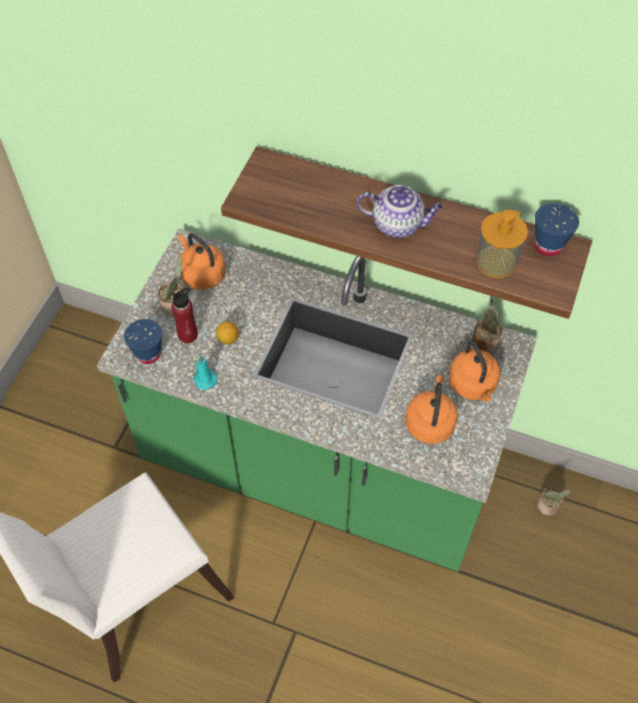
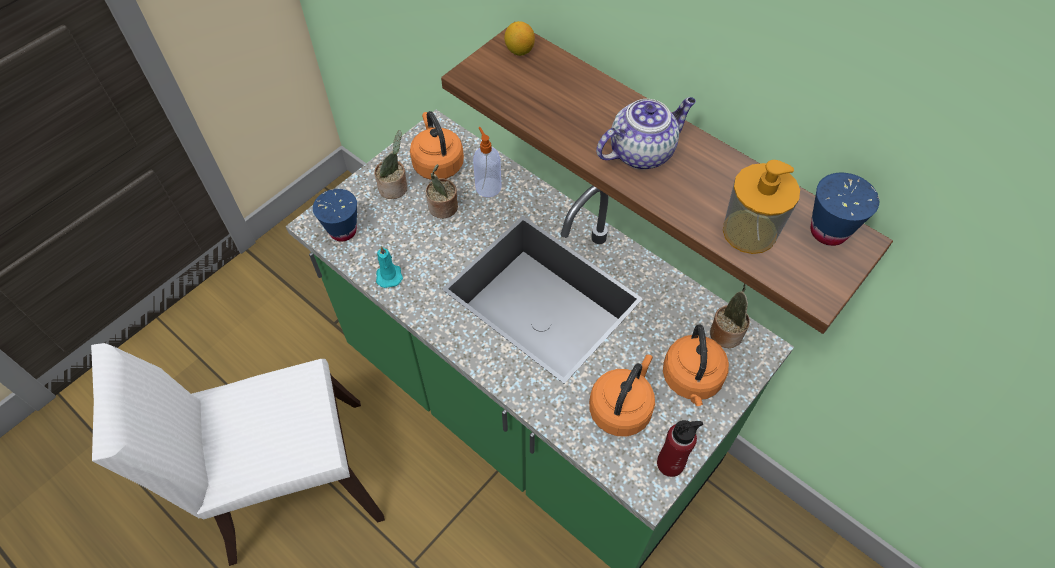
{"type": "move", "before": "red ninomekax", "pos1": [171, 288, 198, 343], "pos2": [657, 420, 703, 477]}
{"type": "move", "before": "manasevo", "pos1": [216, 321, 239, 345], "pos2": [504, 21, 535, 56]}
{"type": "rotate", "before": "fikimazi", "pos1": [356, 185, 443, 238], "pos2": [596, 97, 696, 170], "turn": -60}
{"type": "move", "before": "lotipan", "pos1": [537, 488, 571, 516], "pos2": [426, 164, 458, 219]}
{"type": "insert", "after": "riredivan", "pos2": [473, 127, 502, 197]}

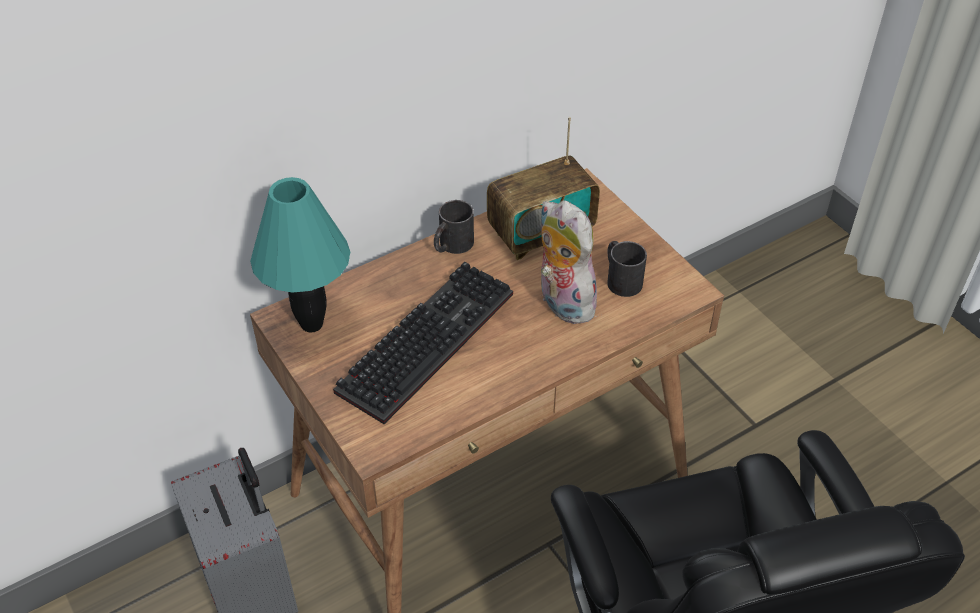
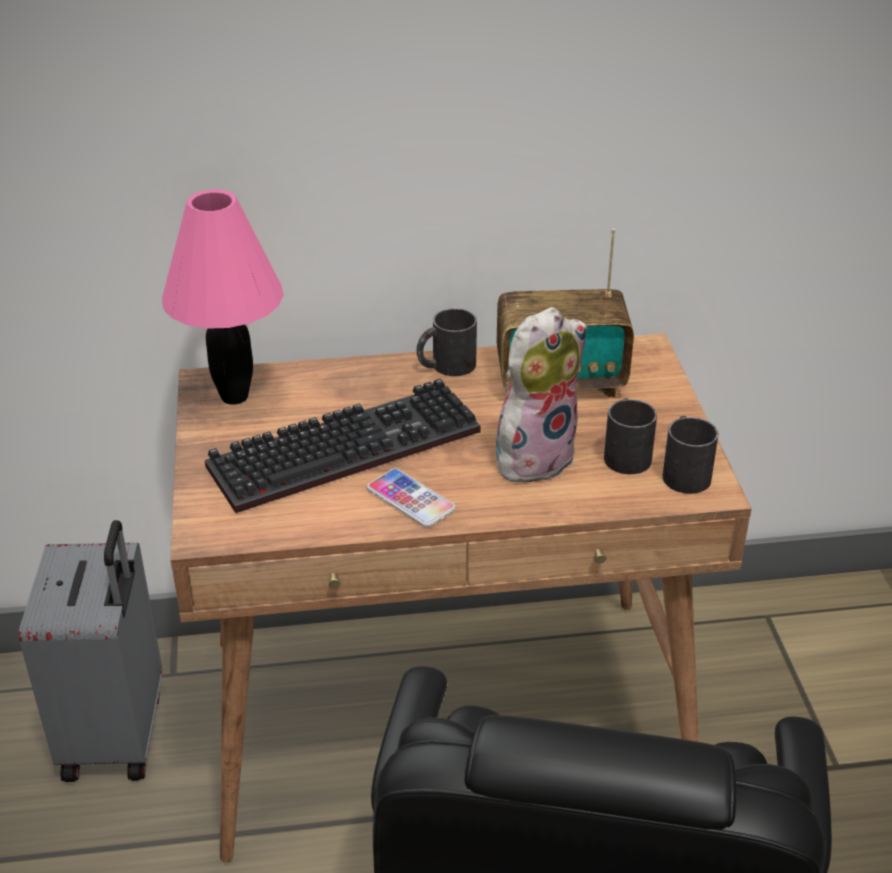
{"type": "recolor", "before": "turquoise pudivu", "after": "pink pudivu", "pos1": [250, 177, 350, 333], "pos2": [162, 189, 284, 405]}
{"type": "rotate", "before": "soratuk", "pos1": [541, 200, 602, 324], "pos2": [496, 307, 587, 486], "turn": 60}
{"type": "insert", "after": "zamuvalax", "pos2": [367, 469, 456, 527]}
{"type": "insert", "after": "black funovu", "pos2": [662, 416, 718, 494]}

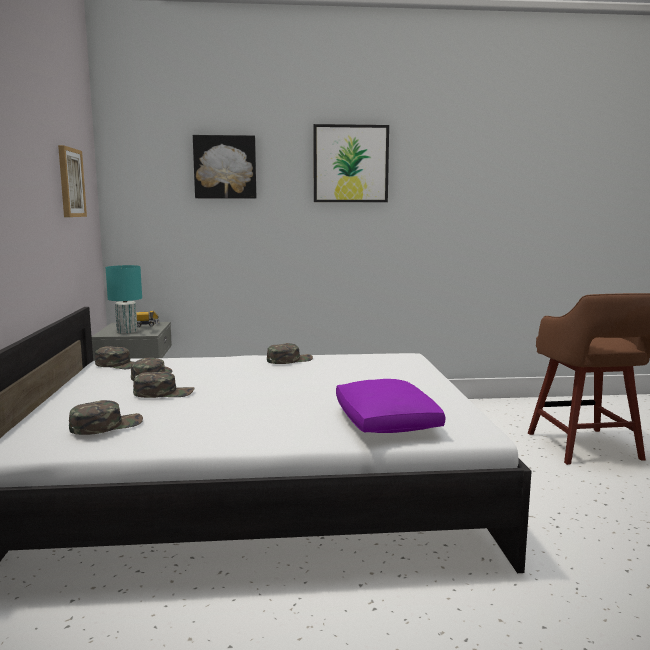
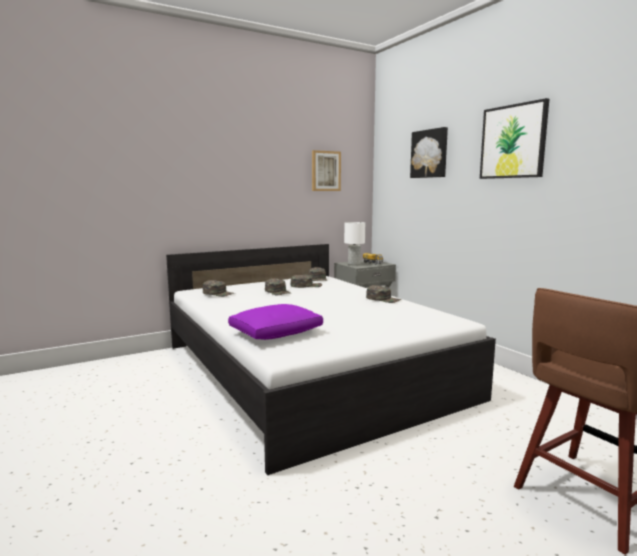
{"type": "recolor", "before": "turquoise pudivu", "after": "white pudivu", "pos1": [106, 265, 142, 334], "pos2": [344, 222, 365, 265]}

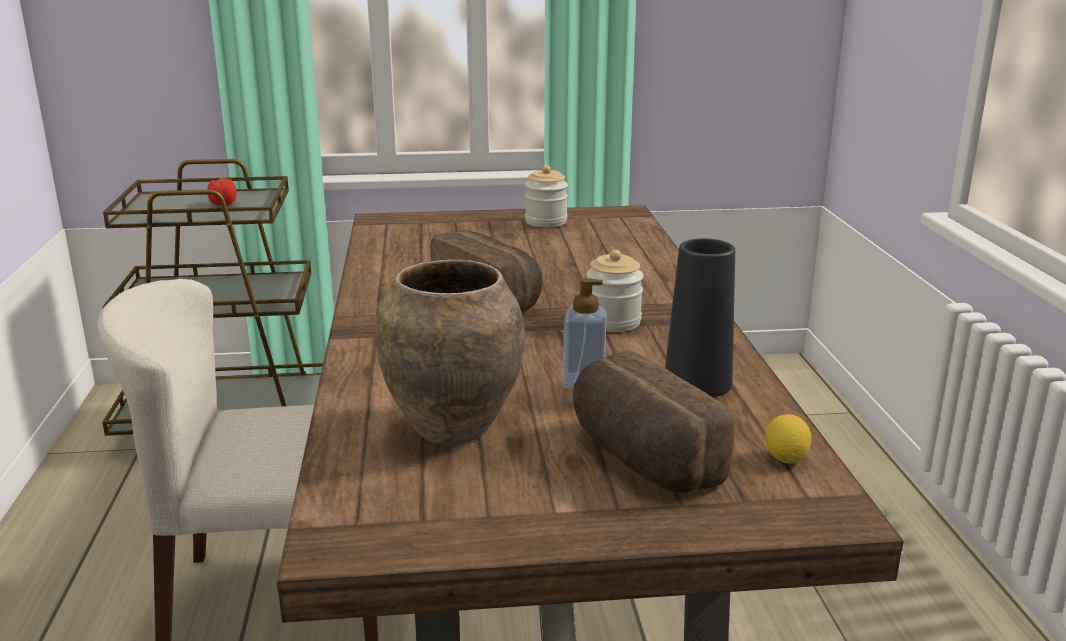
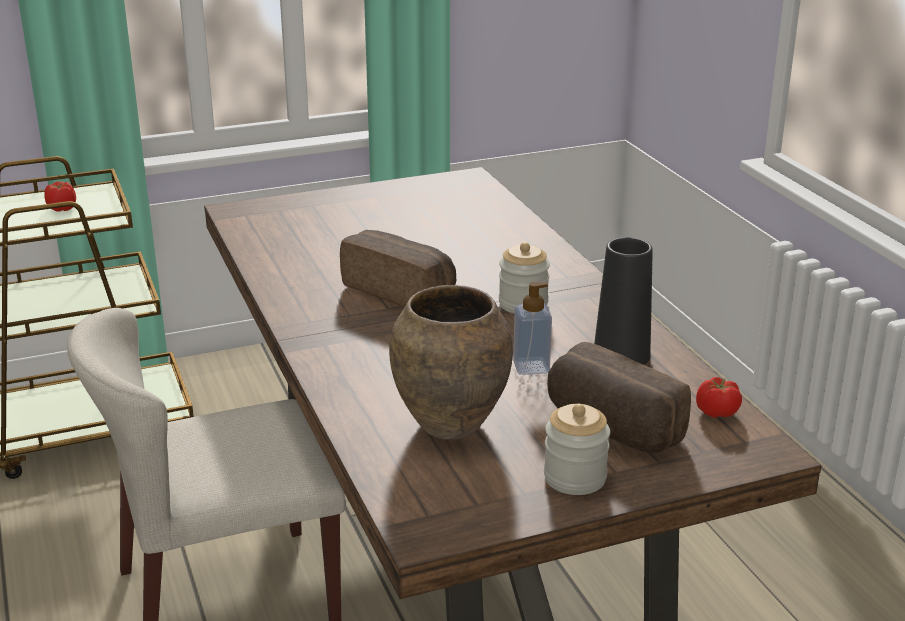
{"type": "move", "before": "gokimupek", "pos1": [525, 165, 568, 227], "pos2": [544, 404, 610, 495]}
{"type": "replace", "before": "manasevo", "after": "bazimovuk", "pos1": [765, 414, 811, 464], "pos2": [696, 377, 742, 418]}

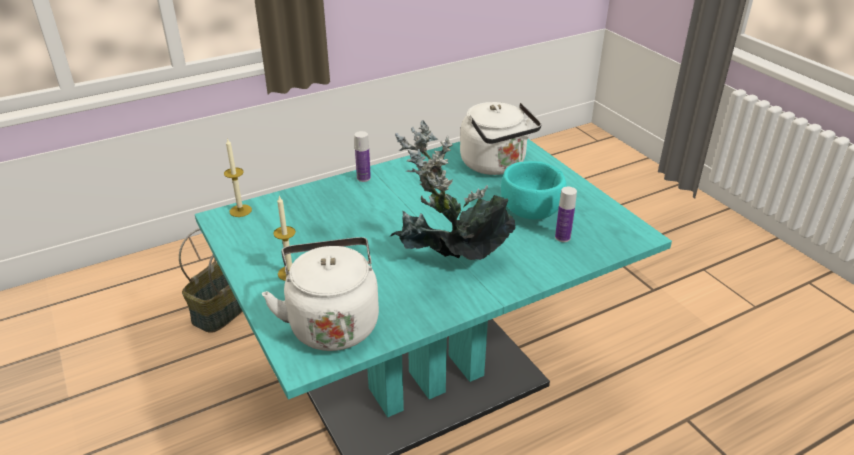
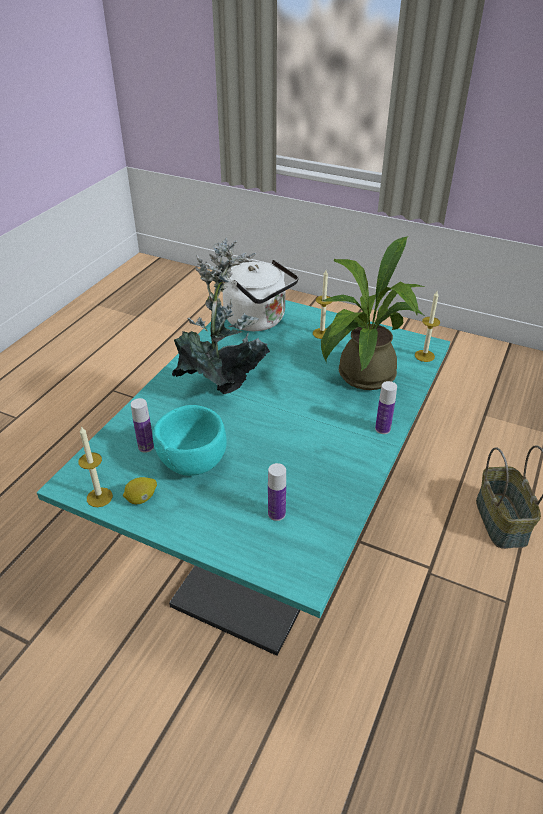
{"type": "replace", "before": "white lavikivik", "after": "ninomekax", "pos1": [460, 102, 542, 175], "pos2": [268, 463, 286, 521]}
{"type": "insert", "after": "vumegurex", "pos2": [79, 426, 113, 507]}
{"type": "insert", "after": "manasevo", "pos2": [123, 477, 157, 504]}
{"type": "insert", "after": "lotipan", "pos2": [321, 236, 424, 390]}

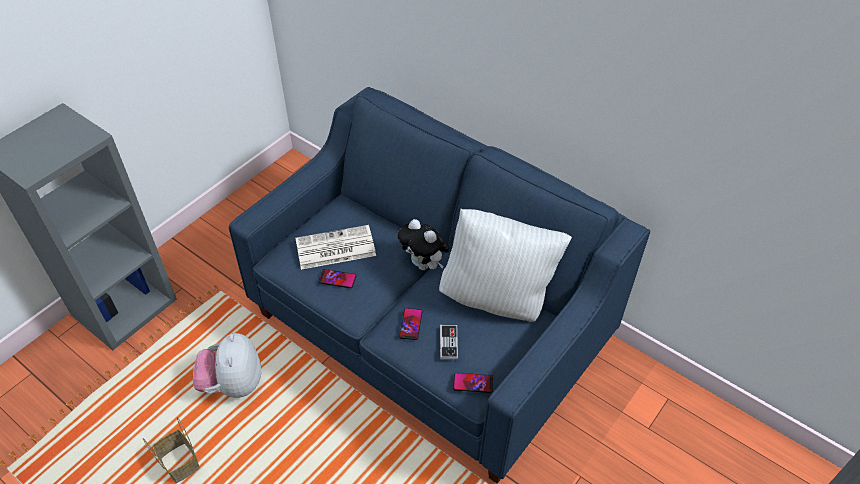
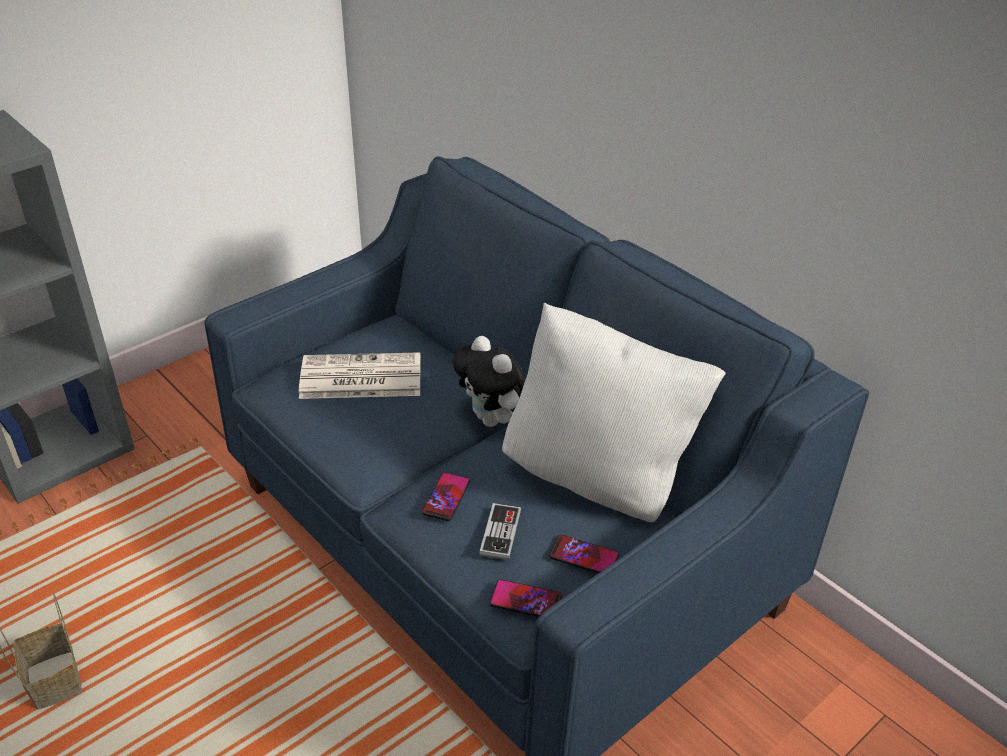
{"type": "delete", "before": "soratuk", "pos1": [193, 333, 261, 398]}
{"type": "move", "before": "zamuvalax", "pos1": [319, 269, 356, 288], "pos2": [549, 535, 619, 573]}

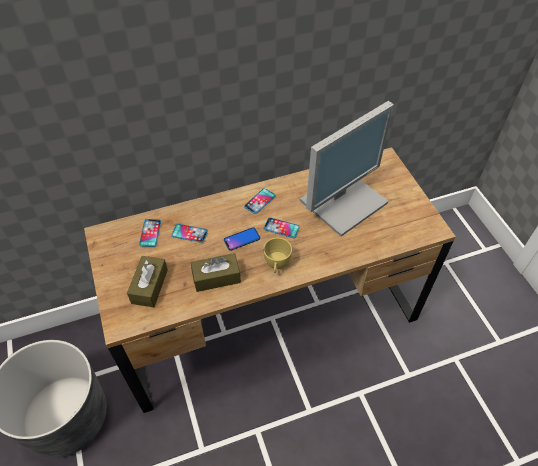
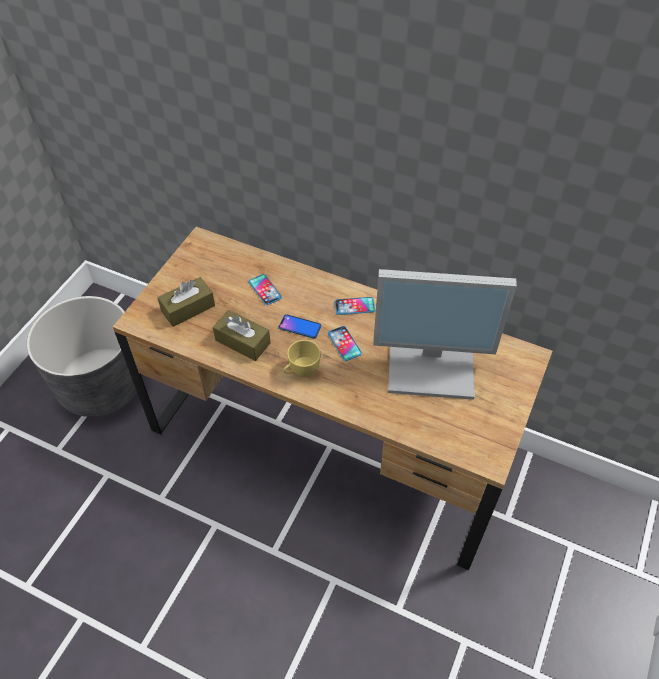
{"type": "delete", "before": "zamuvalax", "pos1": [139, 219, 161, 247]}

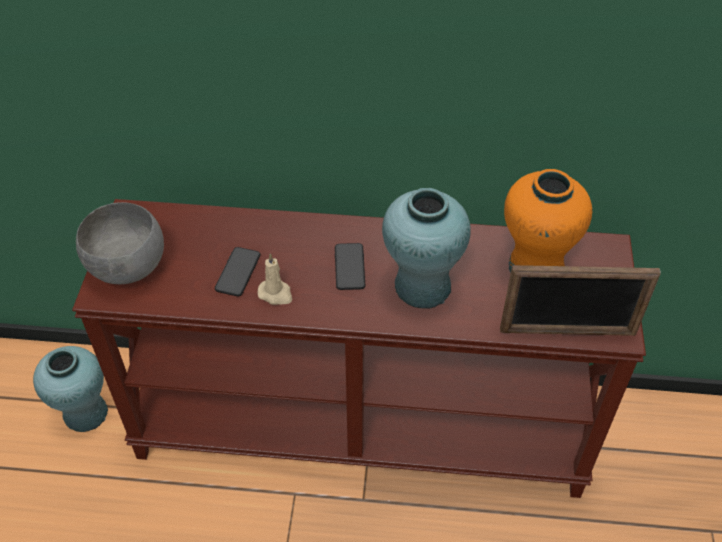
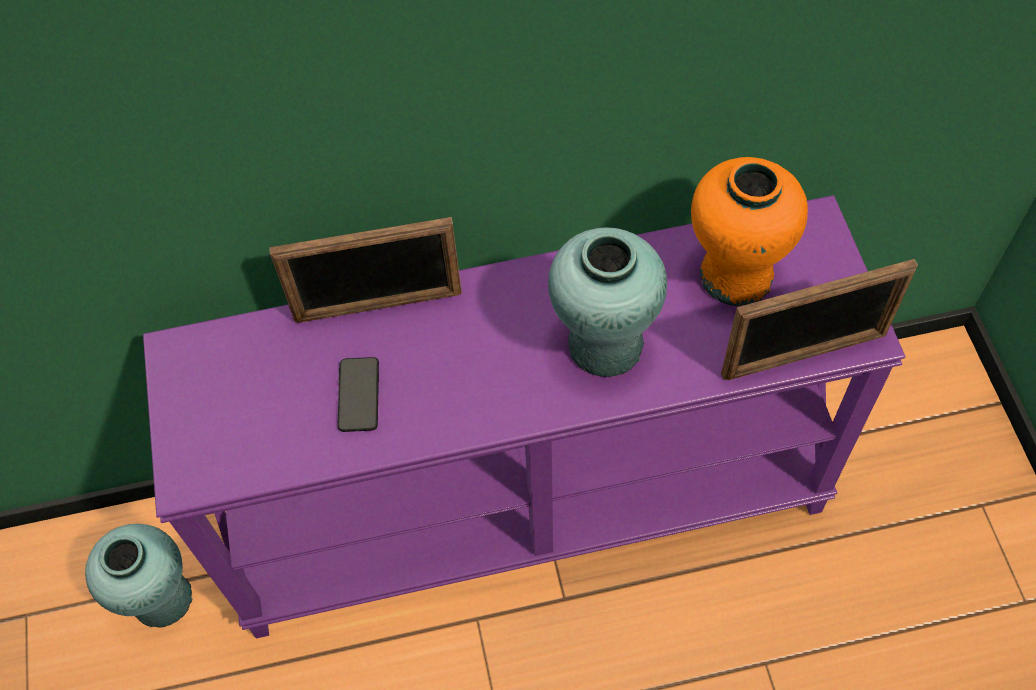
{"type": "recolor", "before": "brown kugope", "after": "purple kugope", "pos1": [72, 199, 646, 498], "pos2": [143, 195, 906, 639]}
{"type": "delete", "before": "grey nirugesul", "pos1": [76, 202, 164, 284]}
{"type": "delete", "before": "beige vumegurex", "pos1": [257, 253, 292, 305]}
{"type": "delete", "before": "zamuvalax", "pos1": [335, 243, 365, 290]}
{"type": "insert", "after": "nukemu", "pos2": [269, 217, 462, 323]}

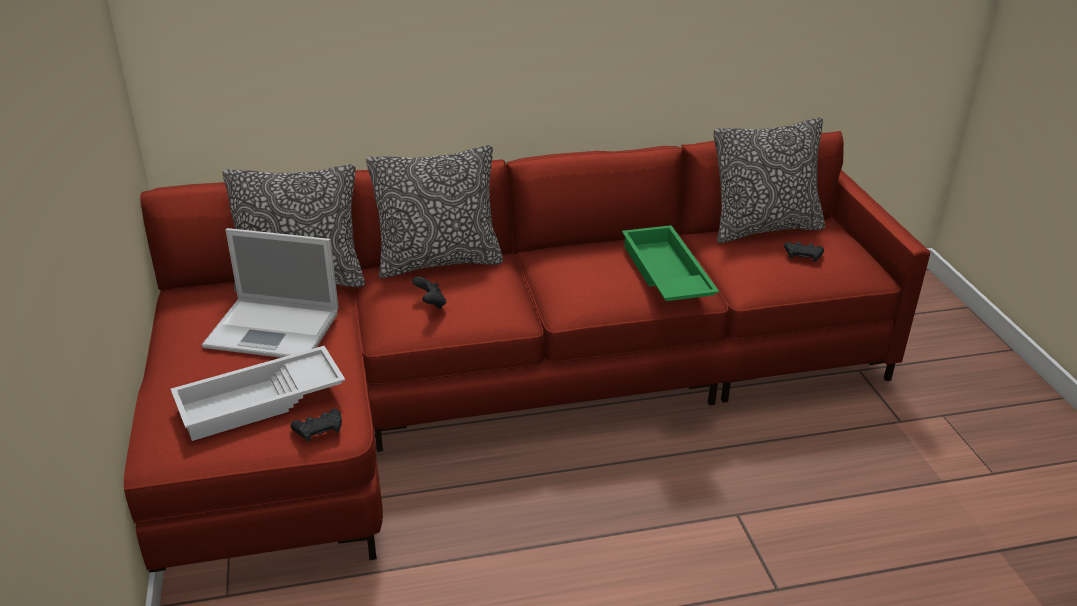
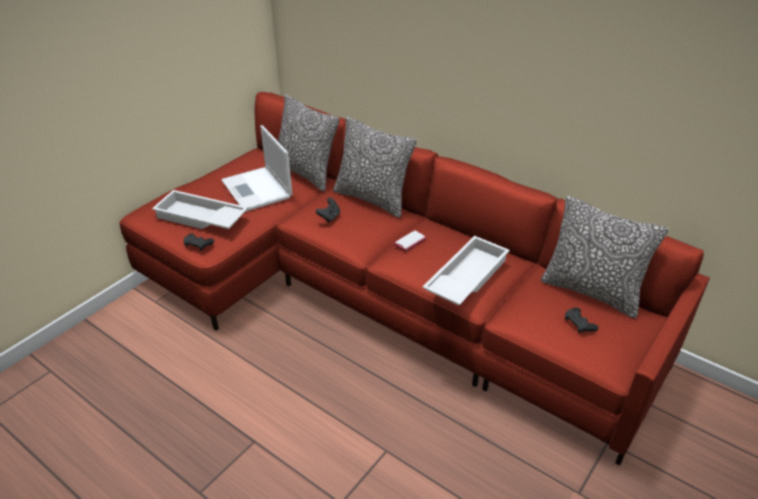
{"type": "recolor", "before": "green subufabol", "after": "white subufabol", "pos1": [622, 225, 719, 301], "pos2": [422, 236, 510, 305]}
{"type": "insert", "after": "zamuvalax", "pos2": [394, 230, 426, 252]}

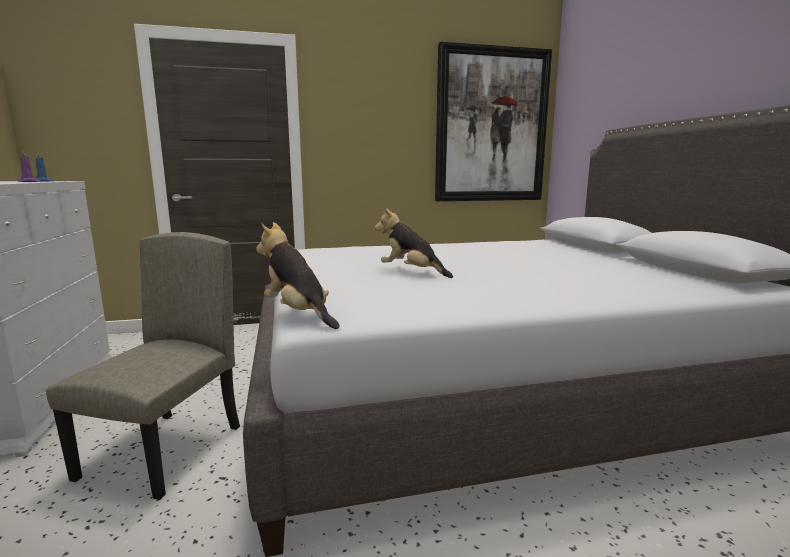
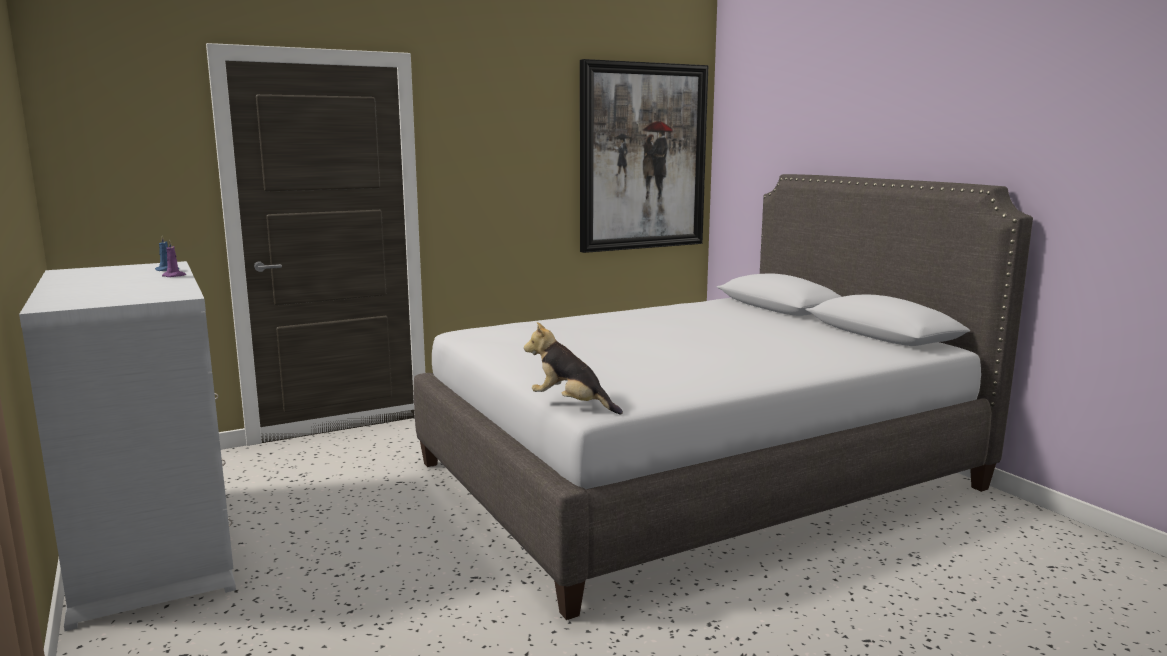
{"type": "delete", "before": "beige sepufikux", "pos1": [46, 232, 240, 500]}
{"type": "delete", "before": "soratuk", "pos1": [375, 208, 453, 278]}

